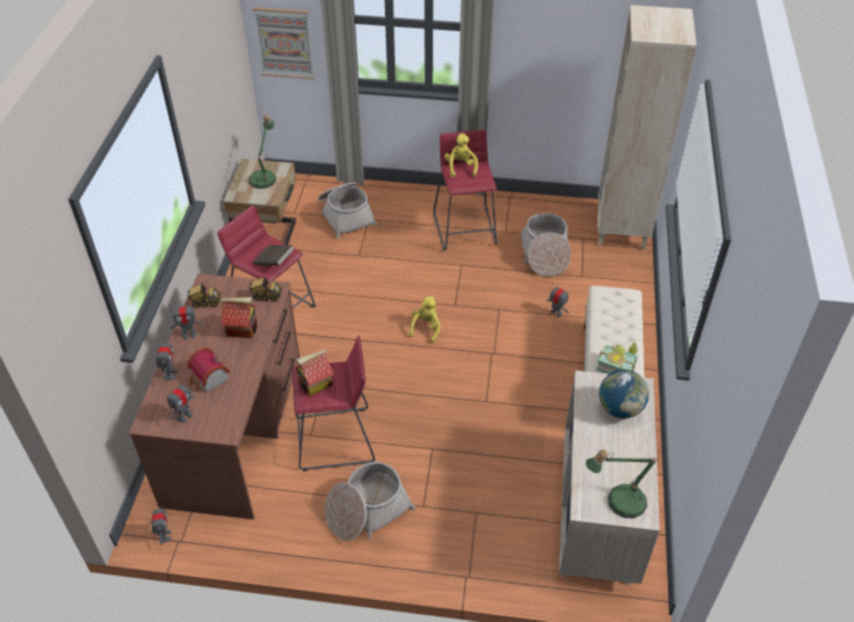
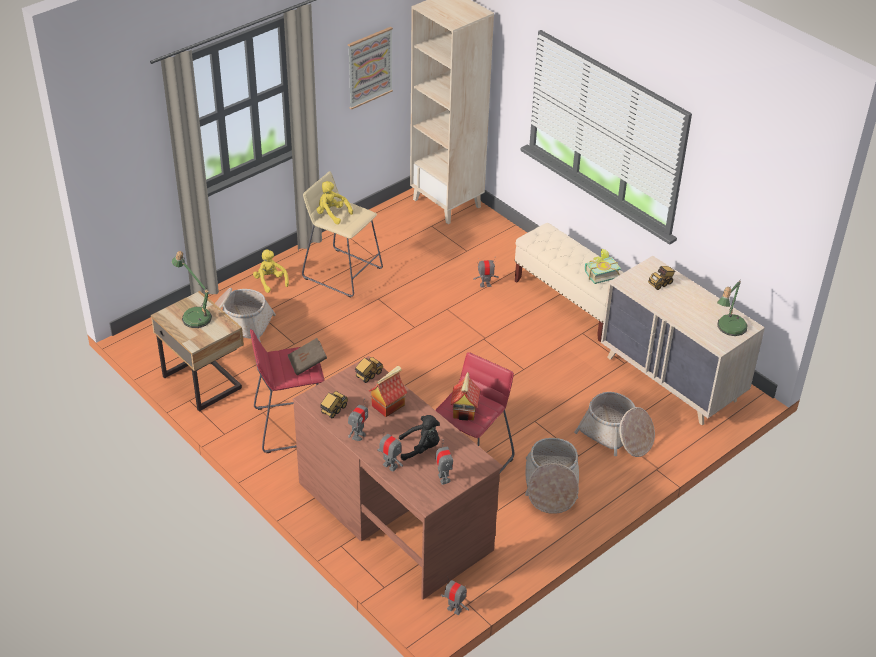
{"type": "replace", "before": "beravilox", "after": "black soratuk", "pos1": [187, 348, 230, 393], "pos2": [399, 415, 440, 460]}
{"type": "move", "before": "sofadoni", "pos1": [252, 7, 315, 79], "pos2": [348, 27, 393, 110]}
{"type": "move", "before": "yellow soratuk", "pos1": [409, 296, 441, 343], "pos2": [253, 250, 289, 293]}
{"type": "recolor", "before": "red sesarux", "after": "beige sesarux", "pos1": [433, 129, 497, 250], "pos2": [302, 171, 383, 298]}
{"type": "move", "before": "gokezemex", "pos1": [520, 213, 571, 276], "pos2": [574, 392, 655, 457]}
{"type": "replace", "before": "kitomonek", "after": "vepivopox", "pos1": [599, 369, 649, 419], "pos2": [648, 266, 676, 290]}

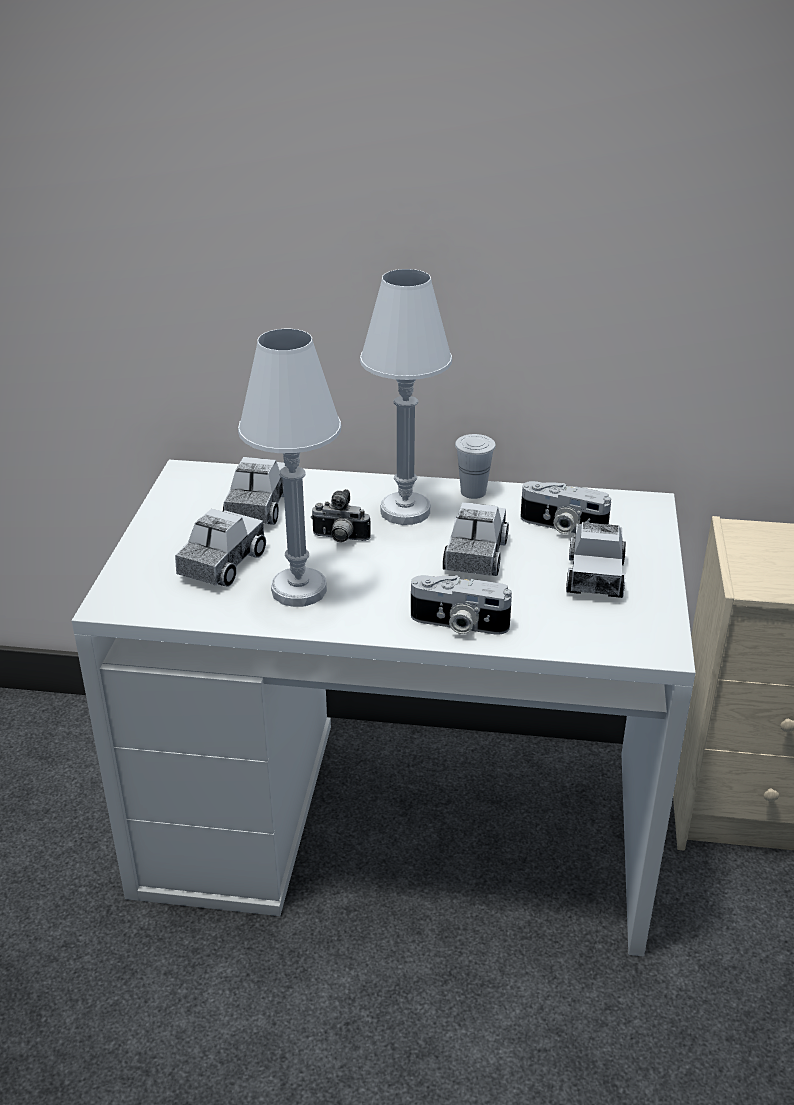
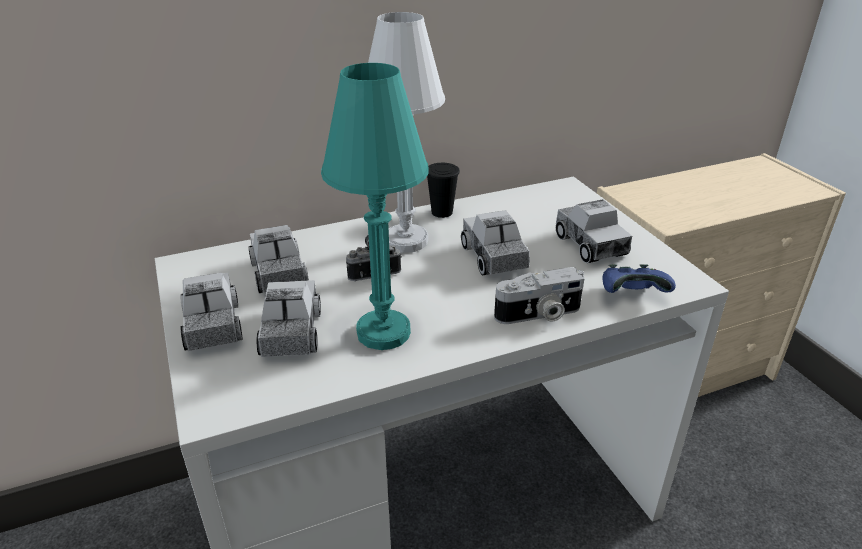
{"type": "recolor", "before": "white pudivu", "after": "turquoise pudivu", "pos1": [238, 329, 341, 607], "pos2": [321, 63, 429, 350]}
{"type": "recolor", "before": "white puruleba", "after": "black puruleba", "pos1": [455, 434, 496, 499], "pos2": [427, 163, 460, 218]}
{"type": "delete", "before": "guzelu", "pos1": [520, 481, 611, 534]}
{"type": "insert", "after": "vepivopox", "pos2": [180, 272, 243, 351]}
{"type": "insert", "after": "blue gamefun", "pos2": [603, 264, 676, 293]}

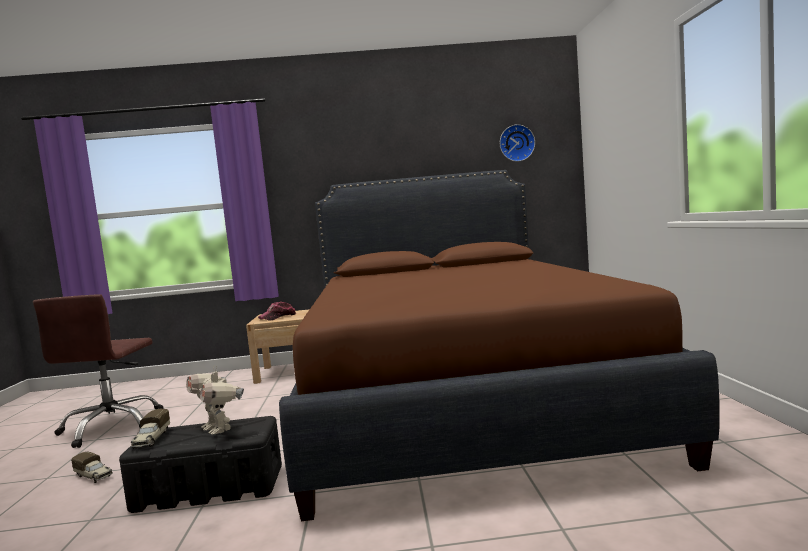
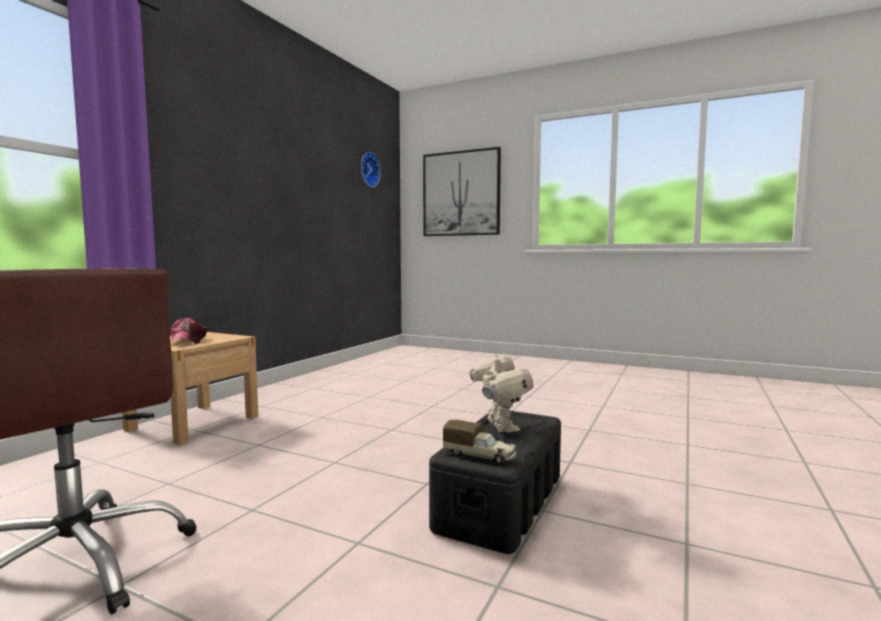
{"type": "delete", "before": "vepivopox", "pos1": [71, 451, 113, 483]}
{"type": "rotate", "before": "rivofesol", "pos1": [186, 367, 244, 435], "pos2": [469, 351, 533, 433], "turn": -90}
{"type": "delete", "before": "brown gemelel", "pos1": [279, 170, 720, 521]}
{"type": "insert", "after": "sofadoni", "pos2": [423, 147, 501, 236]}

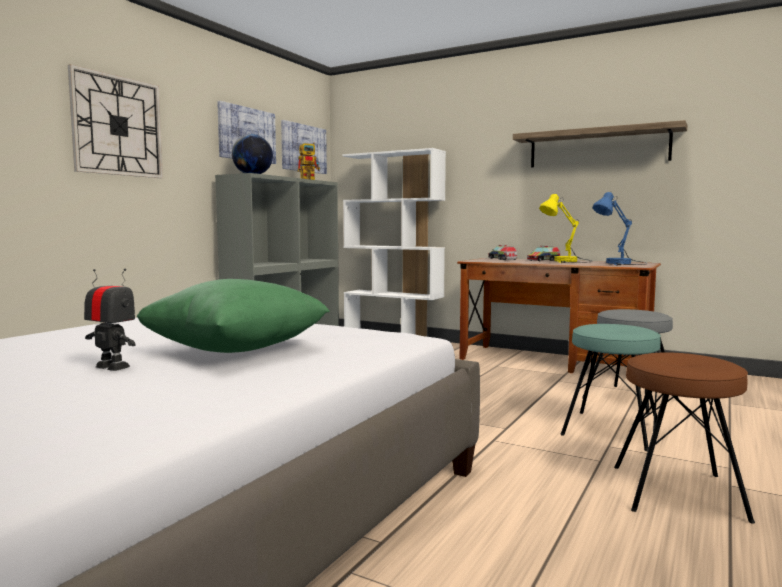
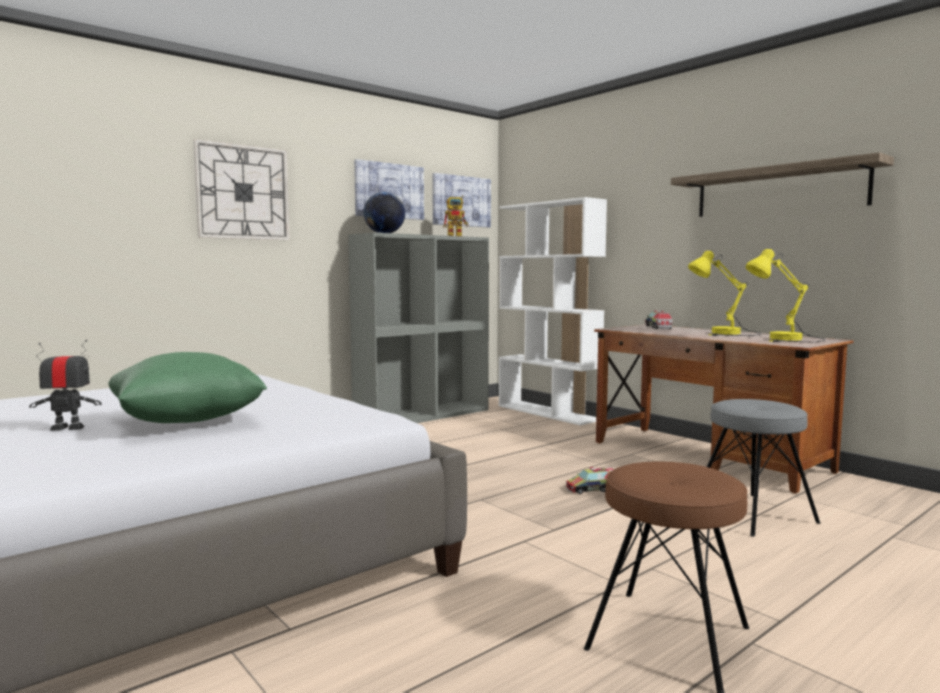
{"type": "rotate", "before": "rivofesol", "pos1": [84, 269, 136, 371], "pos2": [29, 340, 101, 431], "turn": -60}
{"type": "move", "before": "vepivopox", "pos1": [527, 246, 560, 261], "pos2": [566, 467, 614, 494]}
{"type": "delete", "before": "turquoise sesarux", "pos1": [560, 324, 661, 451]}
{"type": "recolor", "before": "blue pudivu", "after": "yellow pudivu", "pos1": [592, 192, 647, 266], "pos2": [746, 248, 826, 342]}

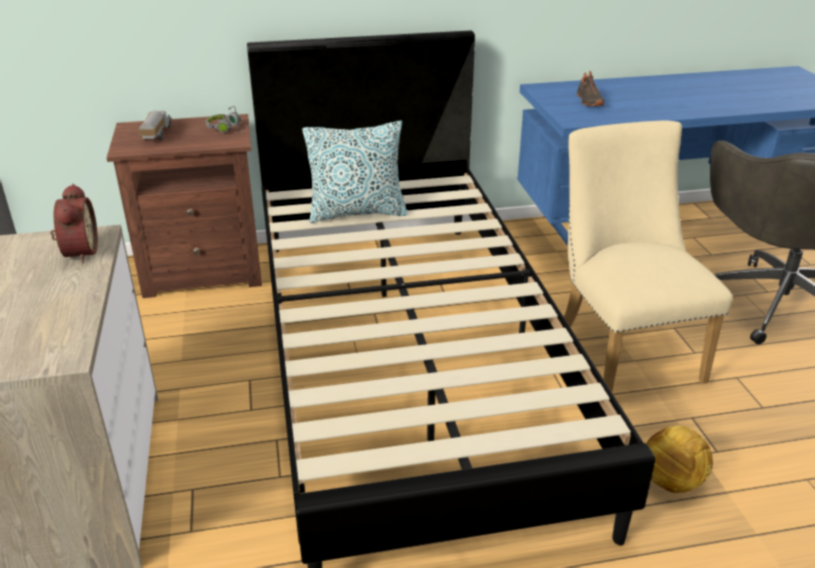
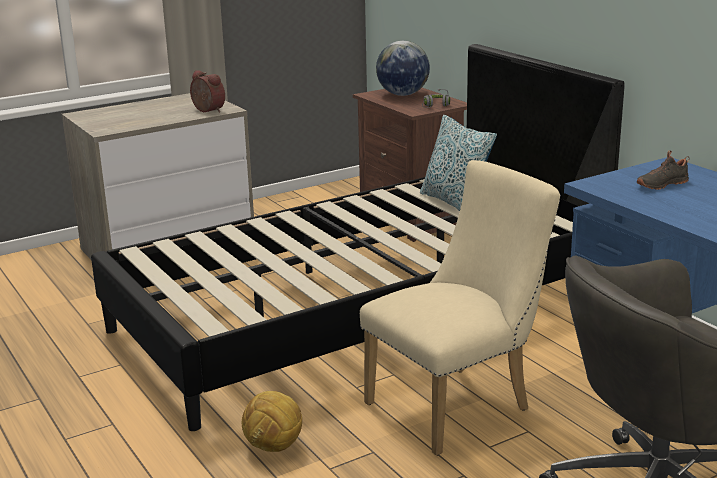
{"type": "rotate", "before": "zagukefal", "pos1": [50, 184, 98, 263], "pos2": [190, 70, 225, 112], "turn": -105}
{"type": "replace", "before": "vepivopox", "after": "kitomonek", "pos1": [139, 111, 172, 140], "pos2": [376, 41, 430, 96]}

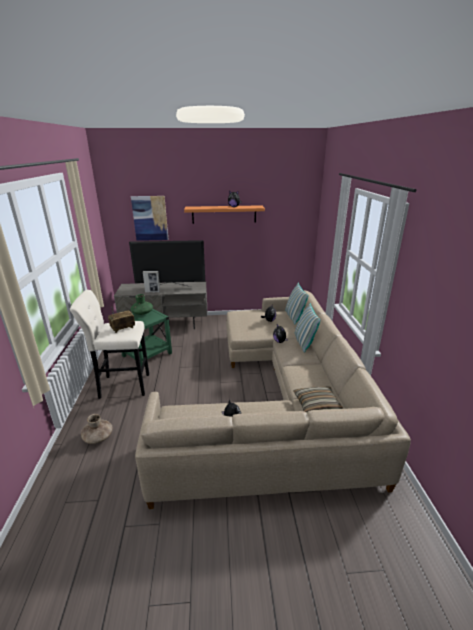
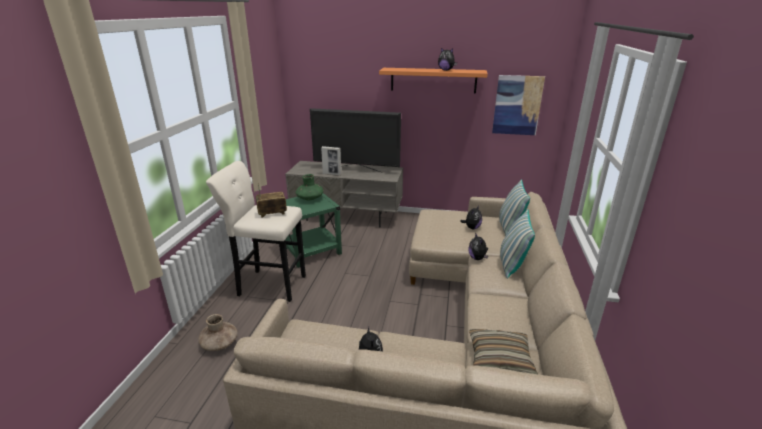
{"type": "move", "before": "sofadoni", "pos1": [131, 196, 169, 241], "pos2": [492, 75, 545, 135]}

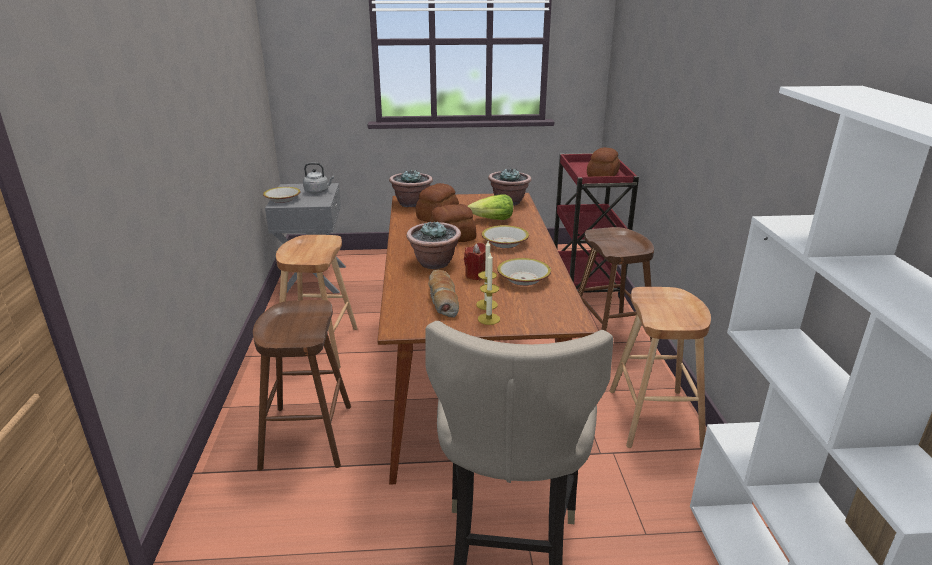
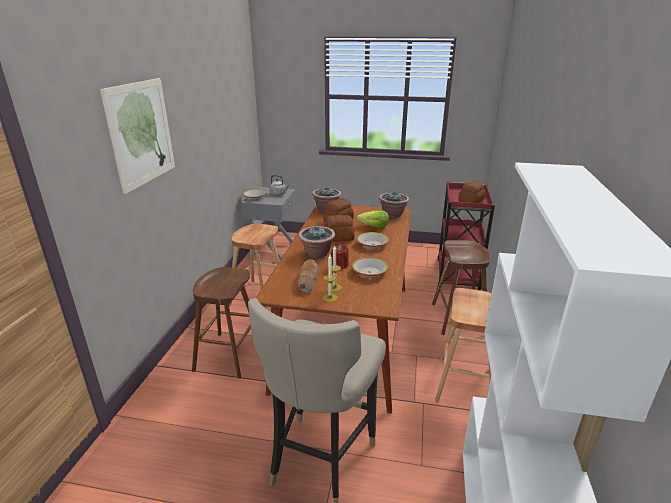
{"type": "insert", "after": "sofadoni", "pos2": [100, 78, 175, 194]}

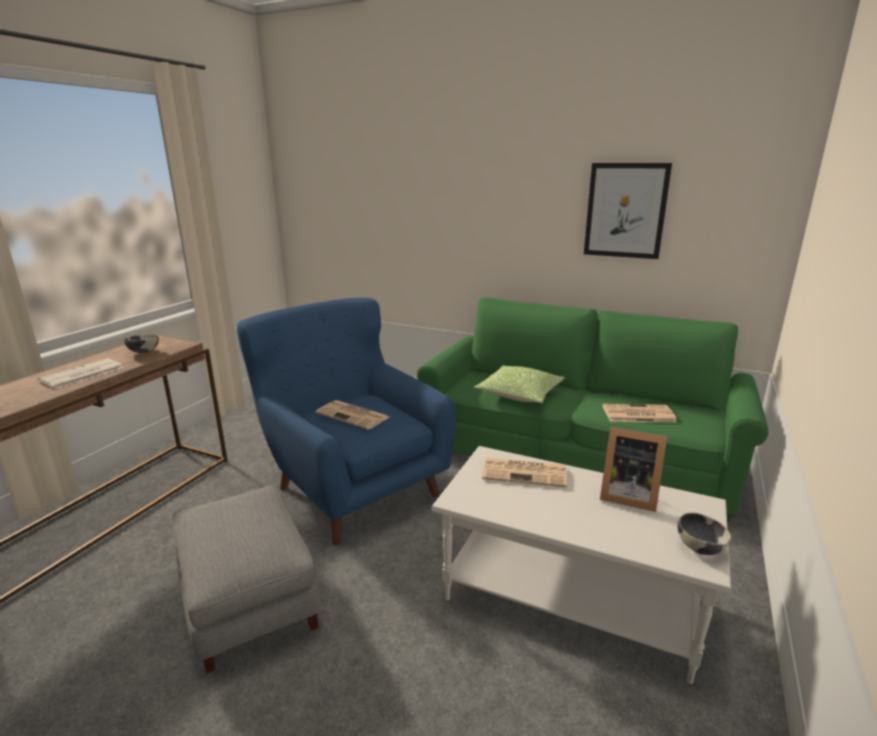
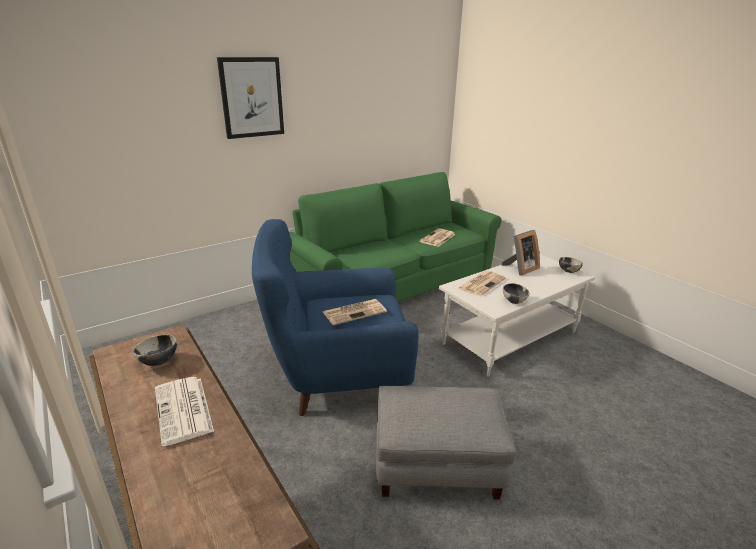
{"type": "delete", "before": "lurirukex", "pos1": [474, 365, 565, 403]}
{"type": "move", "before": "sofadoni", "pos1": [584, 163, 672, 259], "pos2": [217, 57, 284, 139]}
{"type": "insert", "after": "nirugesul", "pos2": [503, 283, 529, 304]}

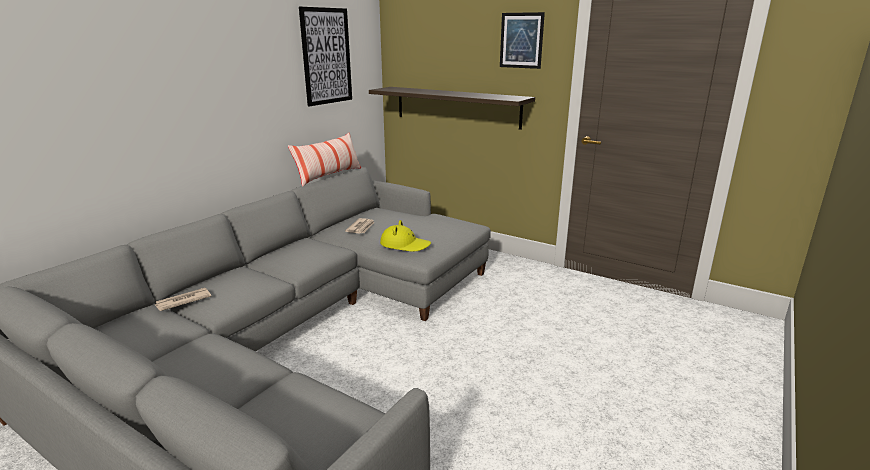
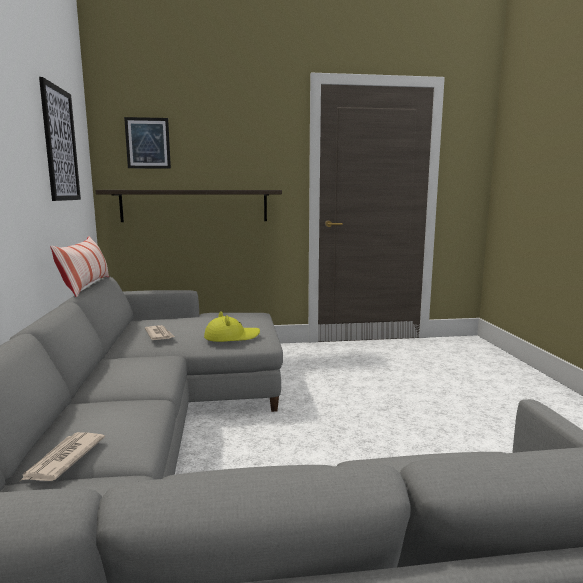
{"type": "move", "before": "sofadoni", "pos1": [500, 12, 545, 69], "pos2": [124, 117, 171, 169]}

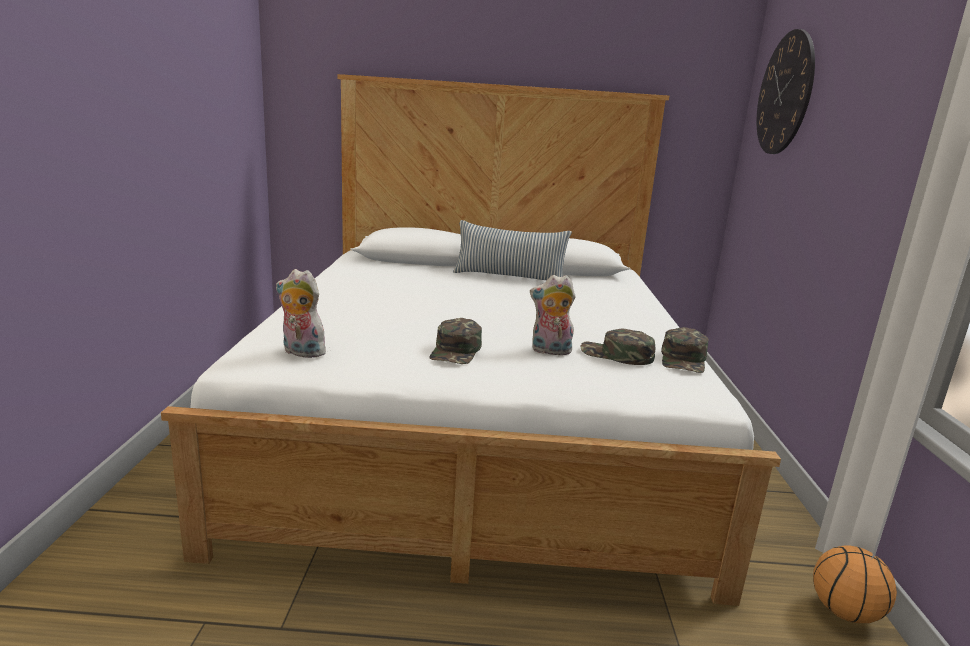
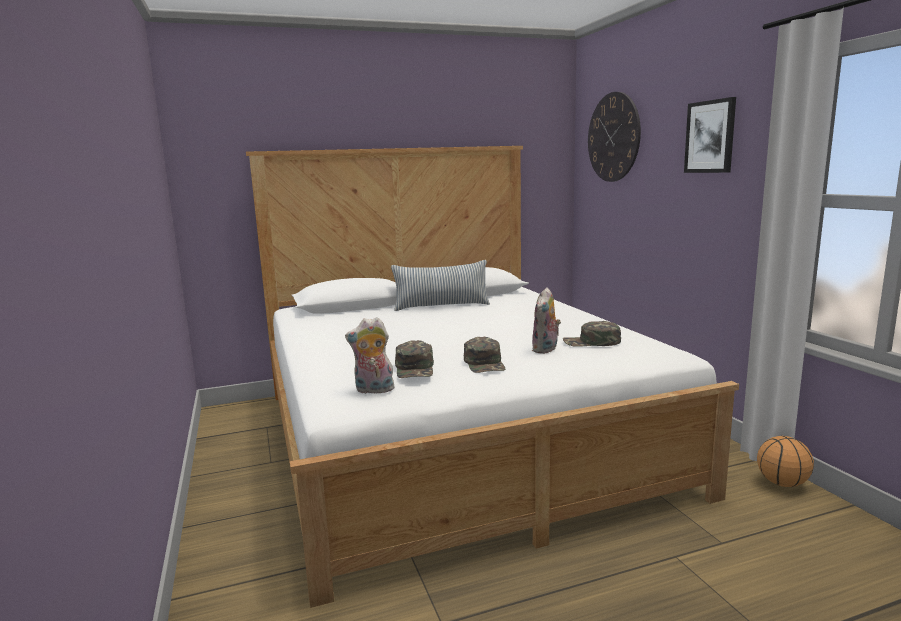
{"type": "rotate", "before": "soratuk", "pos1": [530, 275, 576, 355], "pos2": [532, 287, 561, 354], "turn": -45}
{"type": "move", "before": "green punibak", "pos1": [661, 327, 708, 373], "pos2": [395, 340, 434, 378]}
{"type": "insert", "after": "sofadoni", "pos2": [684, 97, 736, 173]}

